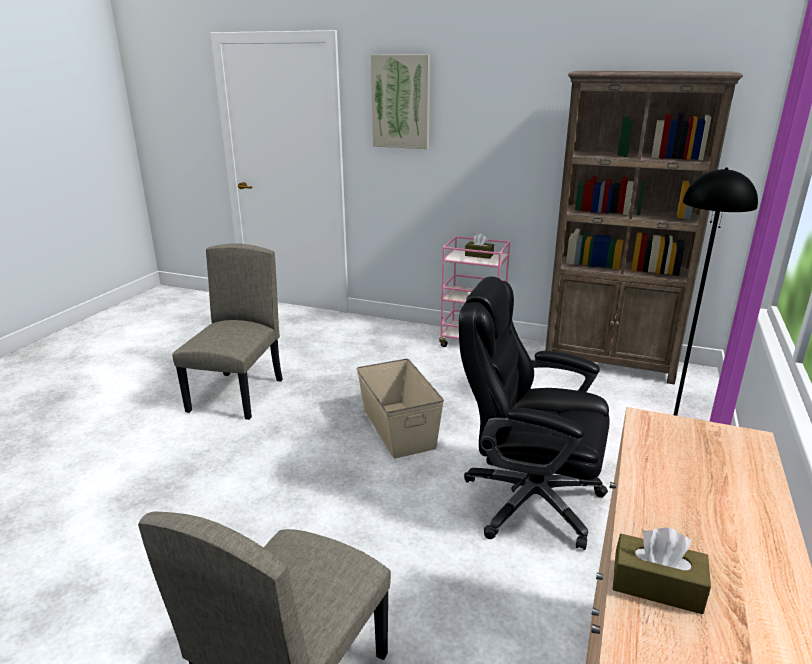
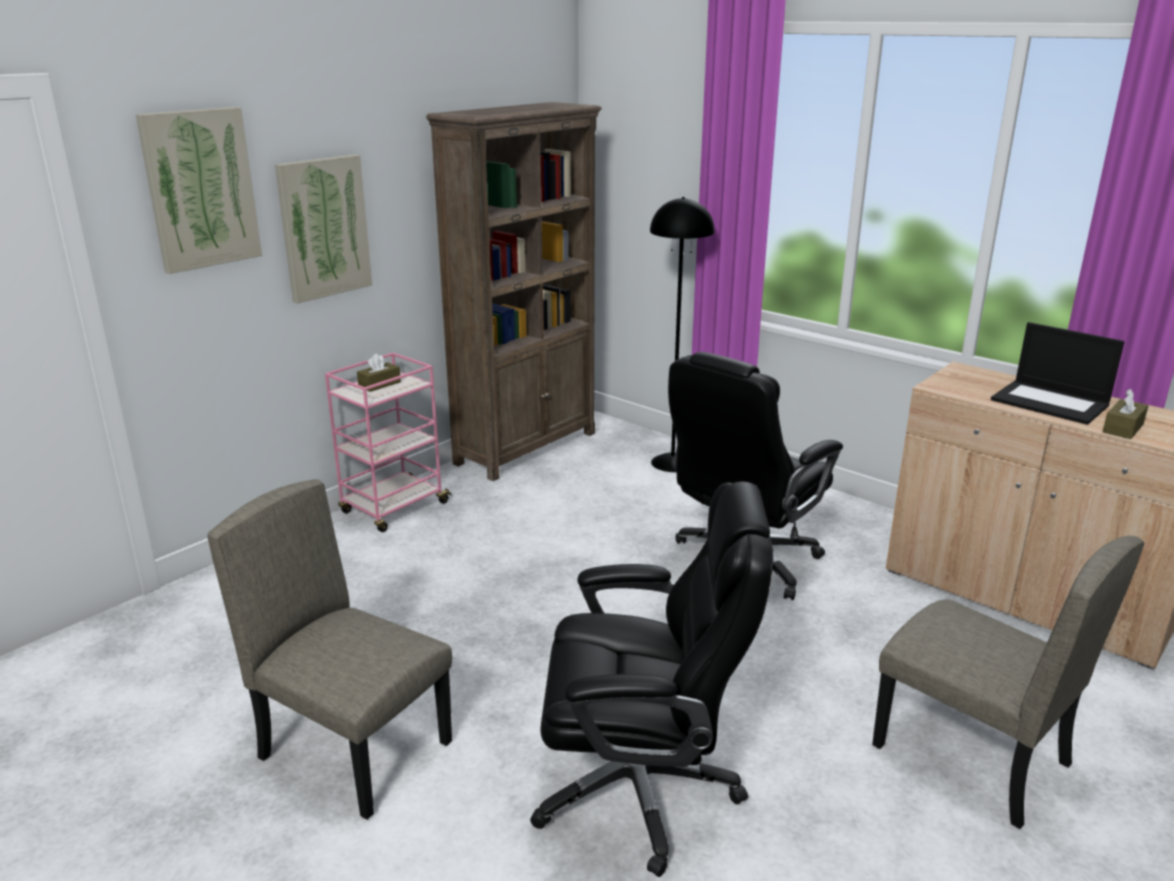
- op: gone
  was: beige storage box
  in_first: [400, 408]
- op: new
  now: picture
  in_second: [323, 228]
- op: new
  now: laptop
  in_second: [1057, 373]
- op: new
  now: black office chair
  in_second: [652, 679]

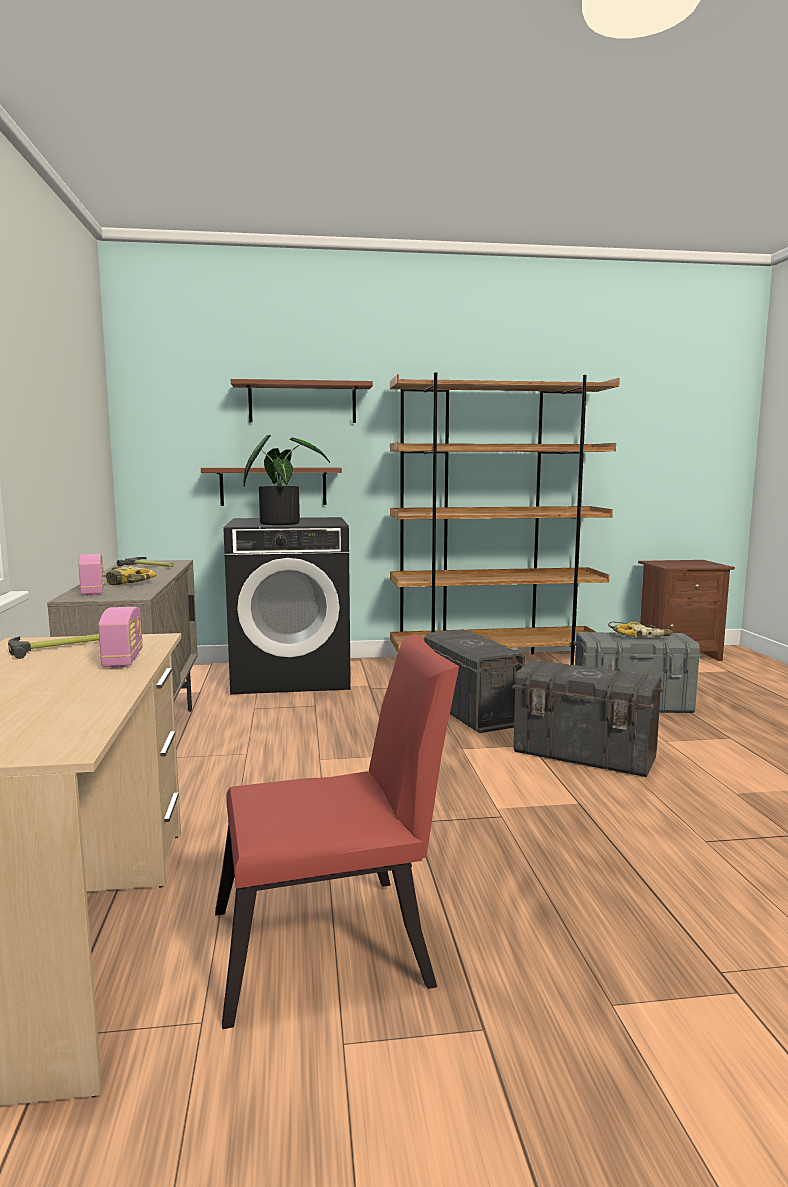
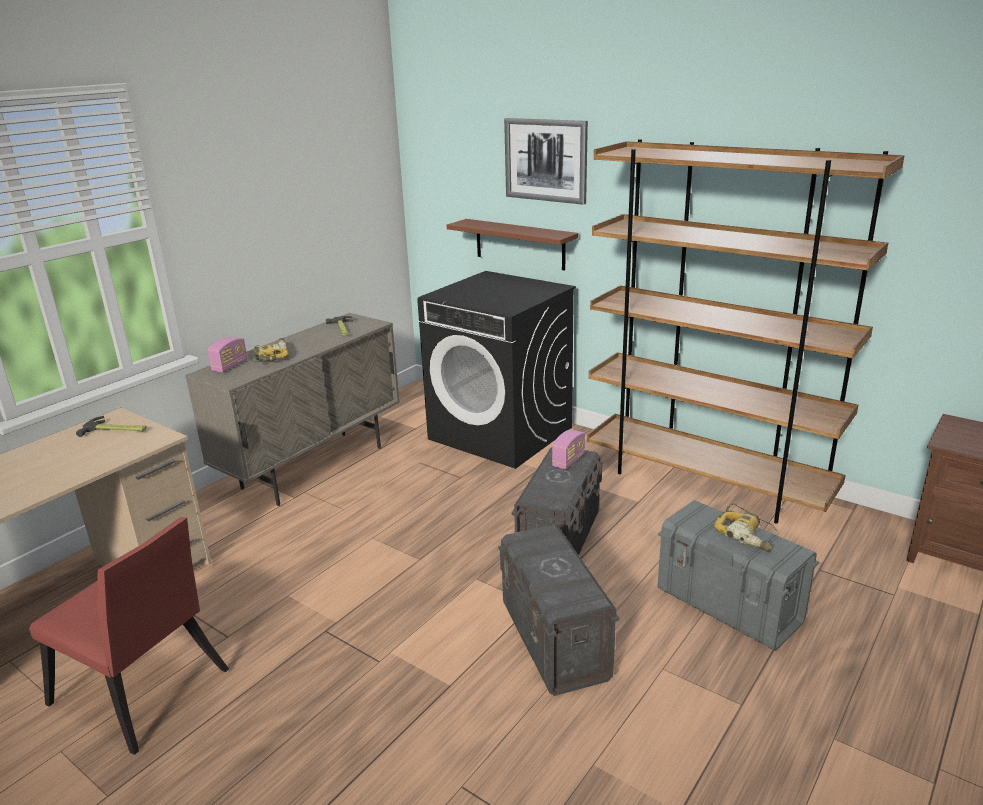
- op: swapped
  was: brown shelf
  now: picture
  in_first: [302, 401]
  in_second: [546, 161]
- op: gone
  was: potted plant
  in_first: [286, 480]
- op: shifted
  was: radio
  in_first: [120, 637]
  in_second: [568, 449]

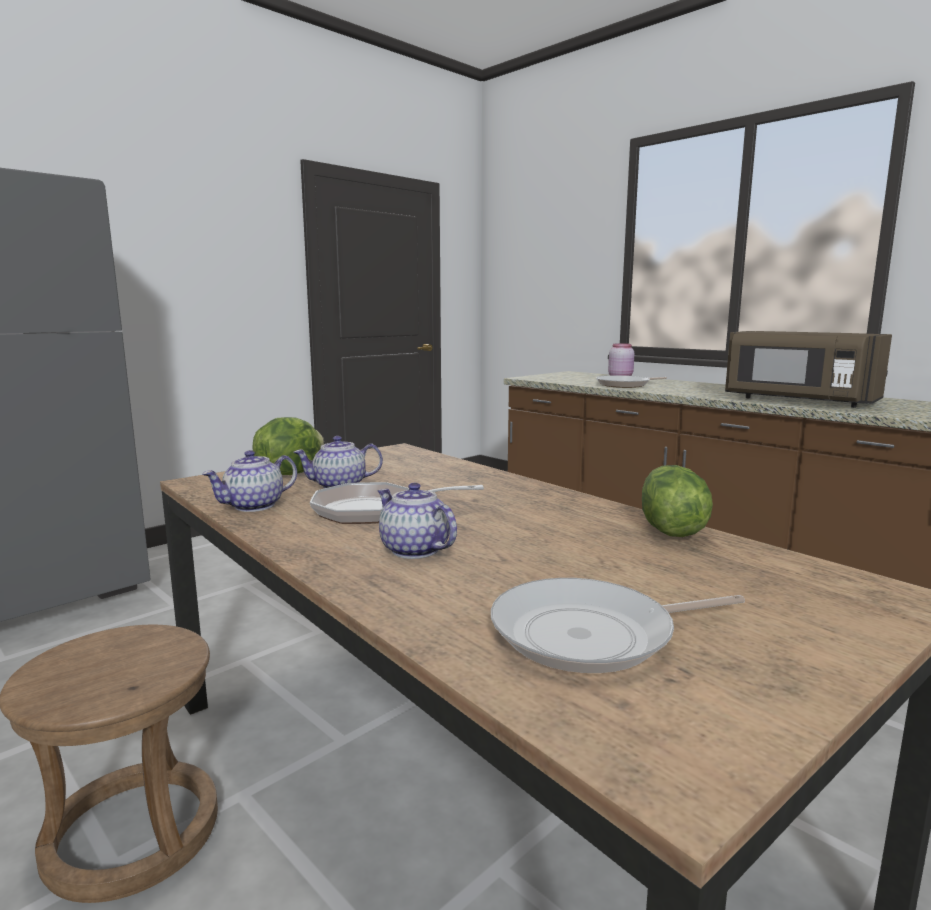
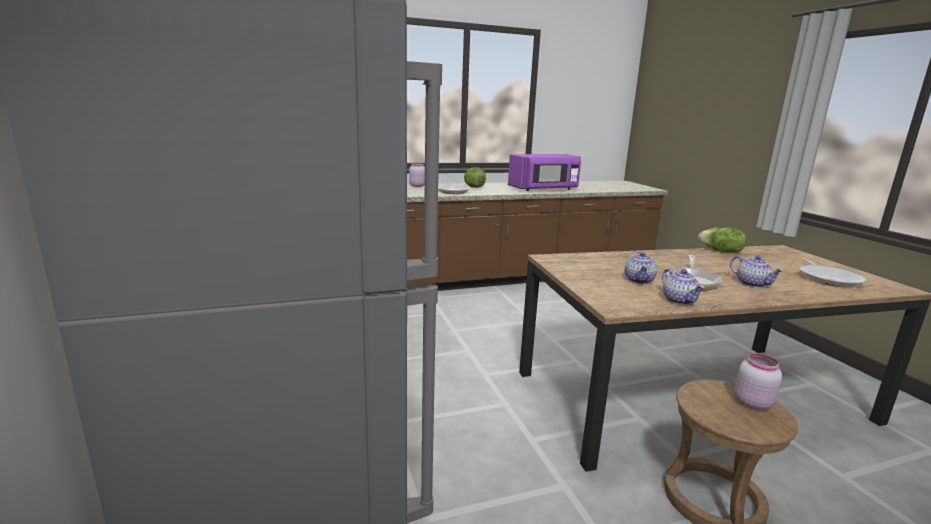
- op: repainted
  was: brown microwave
  now: purple microwave
  in_first: [808, 369]
  in_second: [544, 172]
- op: shifted
  was: lettuce
  in_first: [288, 446]
  in_second: [475, 177]
- op: rotated
  was: teapot
  in_first: [417, 521]
  in_second: [757, 271]
  clockwise: -105
- op: new
  now: pink jar
  in_second: [758, 381]

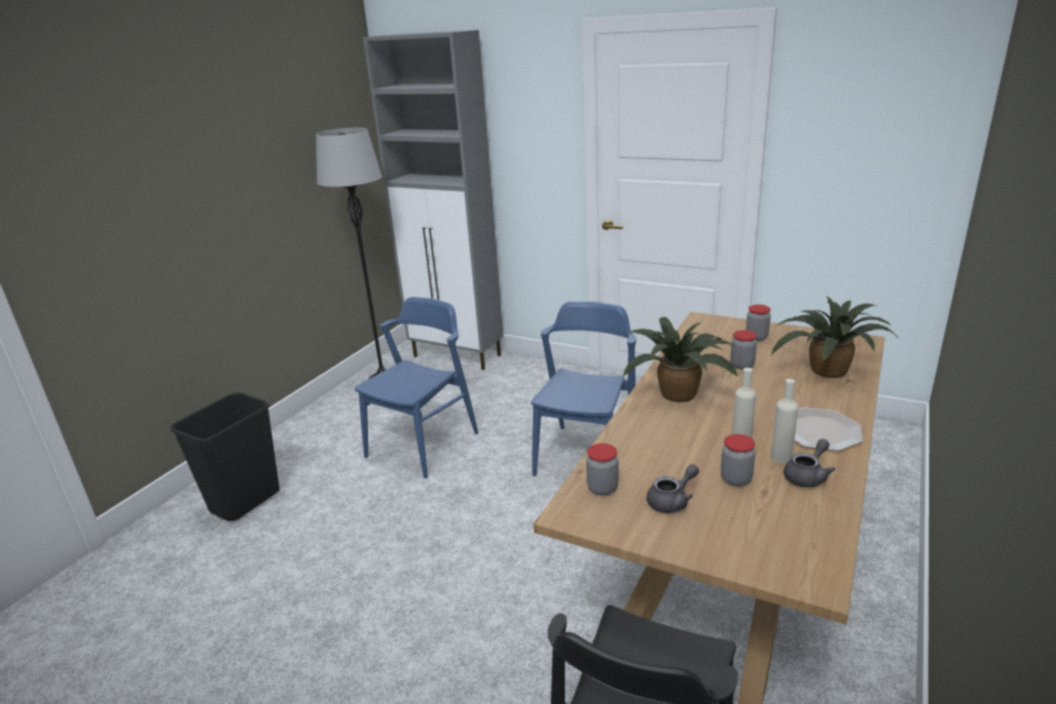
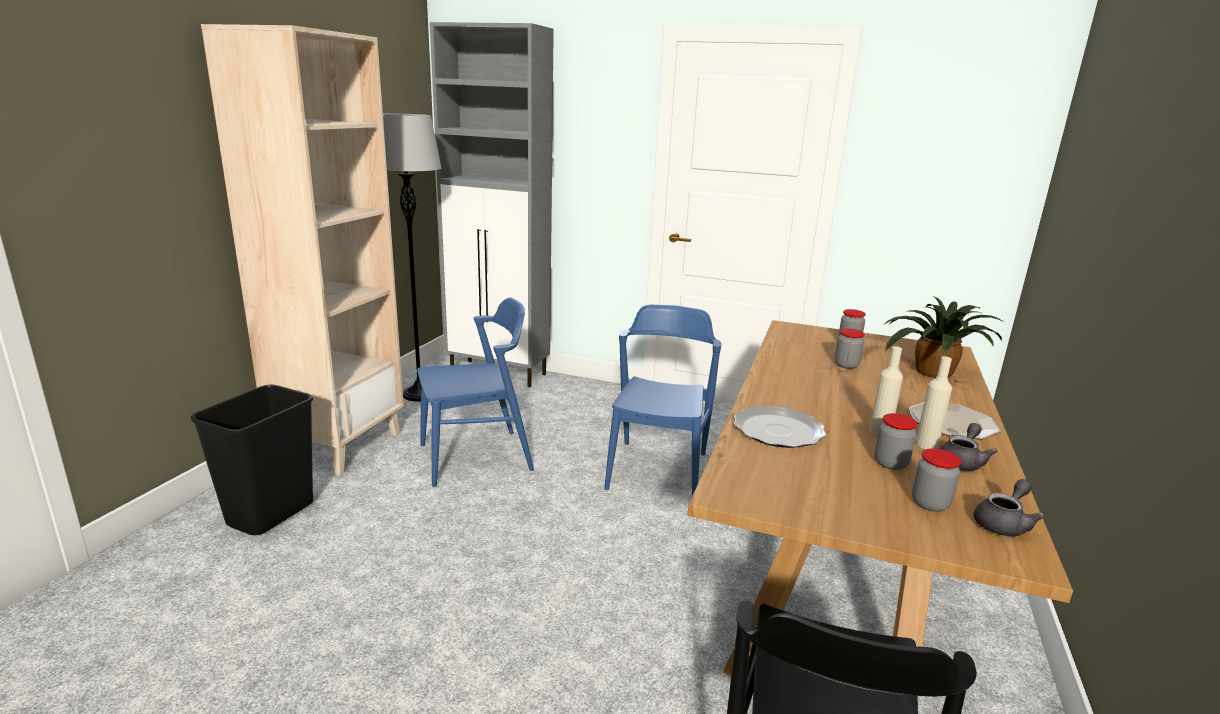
- op: rotated
  was: blue chair
  in_first: [416, 387]
  in_second: [475, 392]
  clockwise: 45
- op: gone
  was: potted plant
  in_first: [680, 359]
- op: shifted
  was: jar
  in_first: [602, 469]
  in_second: [936, 480]
- op: shifted
  was: grey teapot
  in_first: [673, 488]
  in_second: [1010, 508]
- op: new
  now: beige bookcase
  in_second: [302, 250]
- op: new
  now: plate
  in_second: [780, 426]

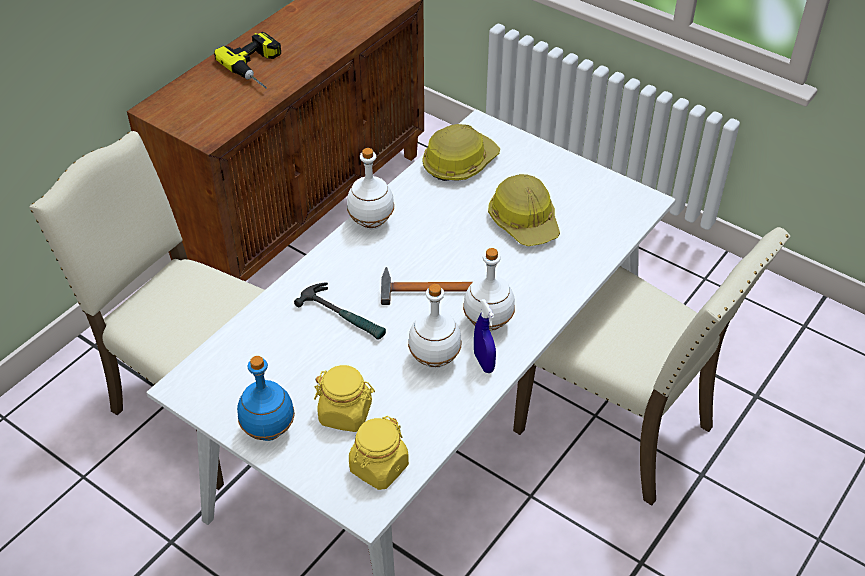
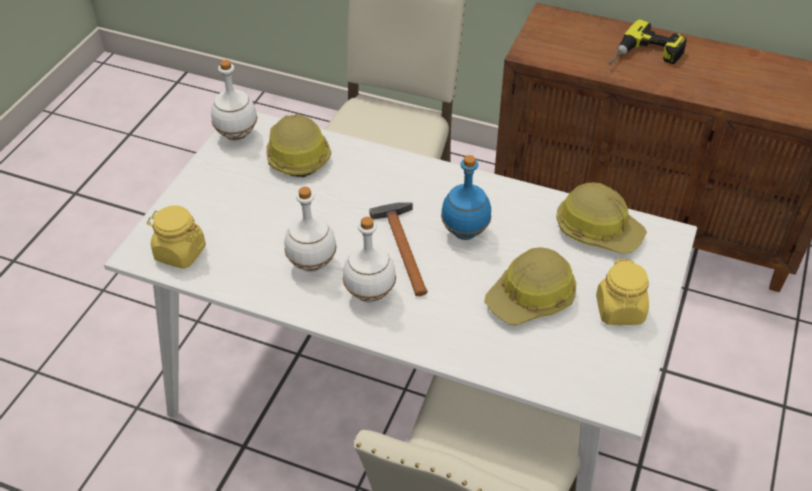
- op: shifted
  was: white bottle
  in_first: [370, 189]
  in_second: [234, 100]
- op: gone
  was: hammer
  in_first: [340, 311]
- op: gone
  was: blue spray bottle
  in_first: [485, 336]
- op: shifted
  was: blue bottle
  in_first: [266, 398]
  in_second: [466, 197]
- op: shifted
  was: yellow jar
  in_first: [344, 398]
  in_second: [622, 292]
- op: new
  now: hard hat
  in_second: [298, 145]

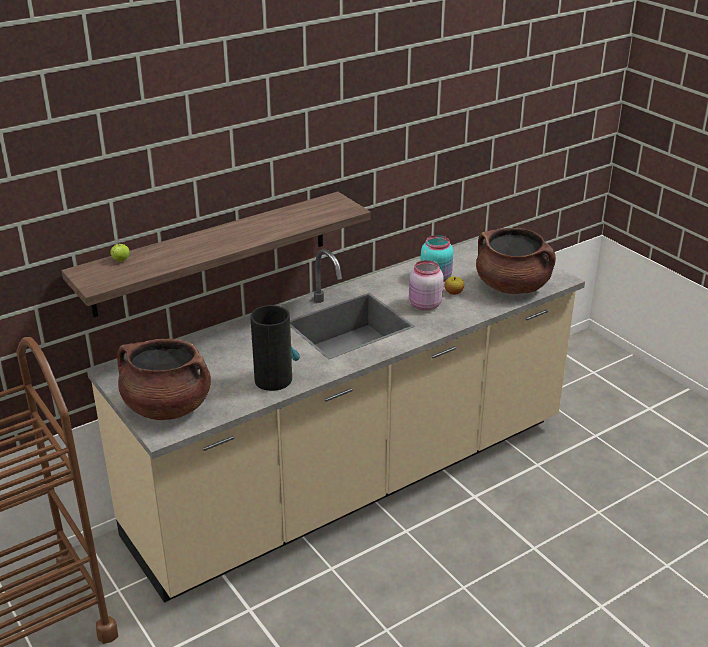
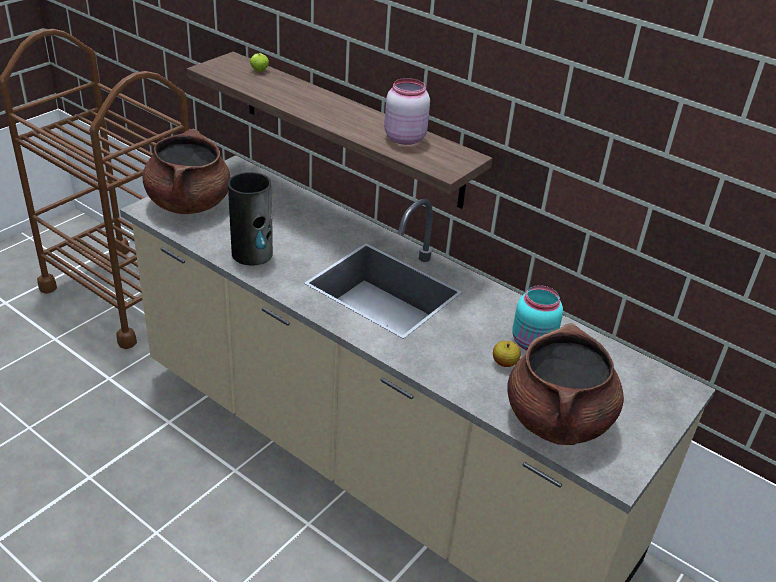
- op: shifted
  was: pink jar
  in_first: [426, 285]
  in_second: [407, 111]

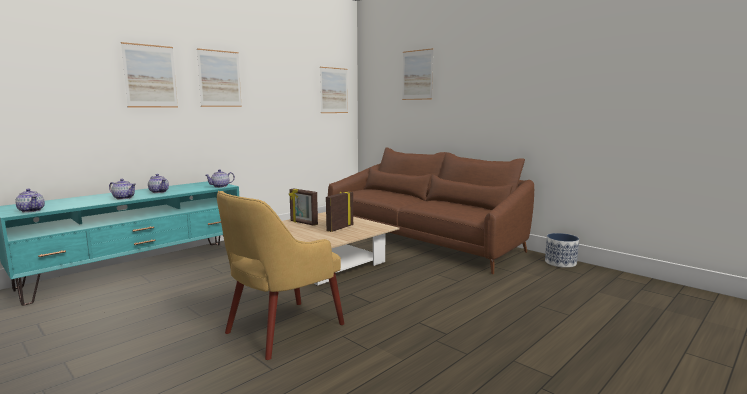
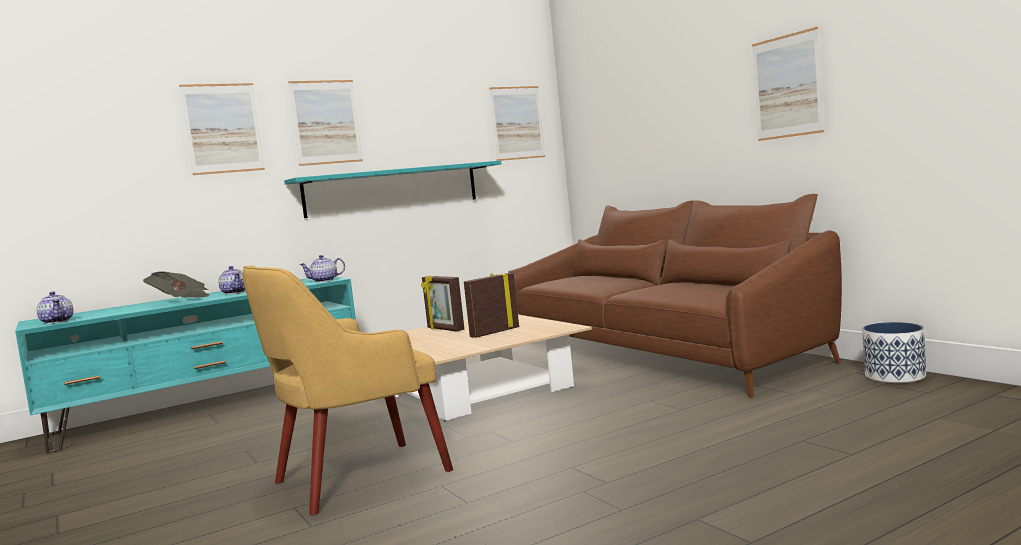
- op: shifted
  was: picture
  in_first: [418, 74]
  in_second: [788, 84]
- op: swapped
  was: teapot
  now: newspaper
  in_first: [122, 189]
  in_second: [176, 284]
- op: new
  now: turquoise shelf
  in_second: [392, 189]

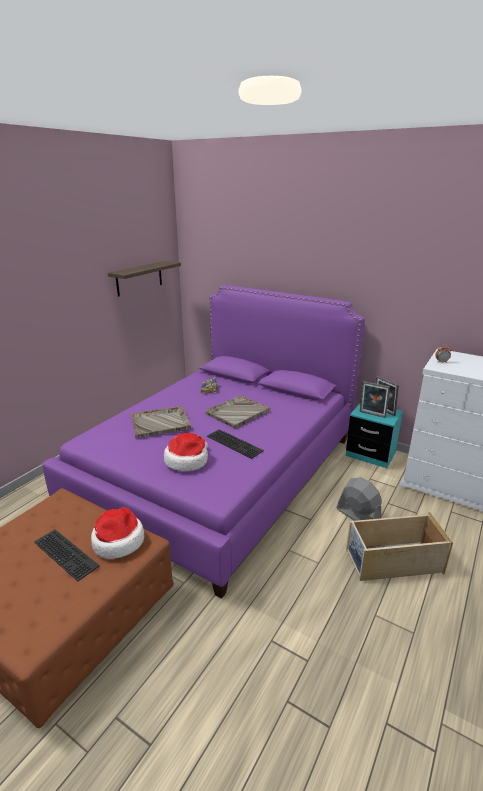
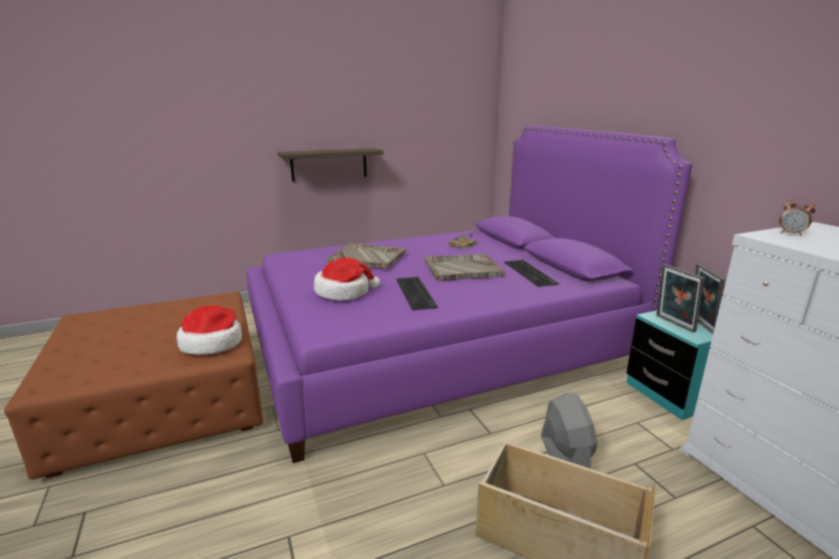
- op: shifted
  was: shelf
  in_first: [144, 279]
  in_second: [330, 164]
- op: shifted
  was: keyboard
  in_first: [67, 555]
  in_second: [531, 273]

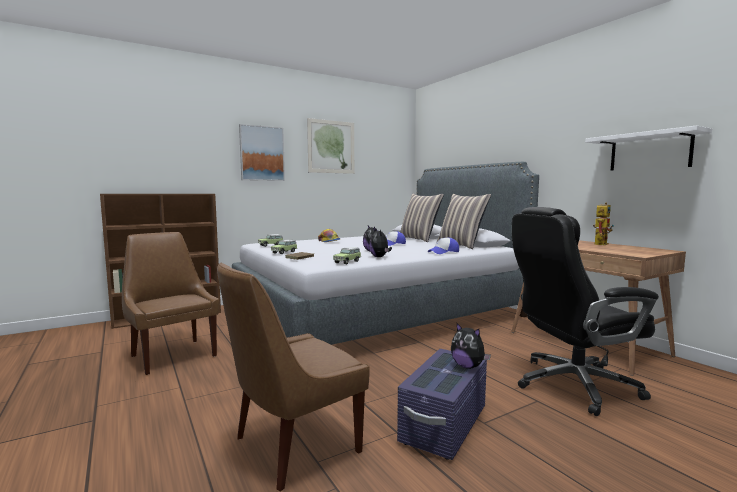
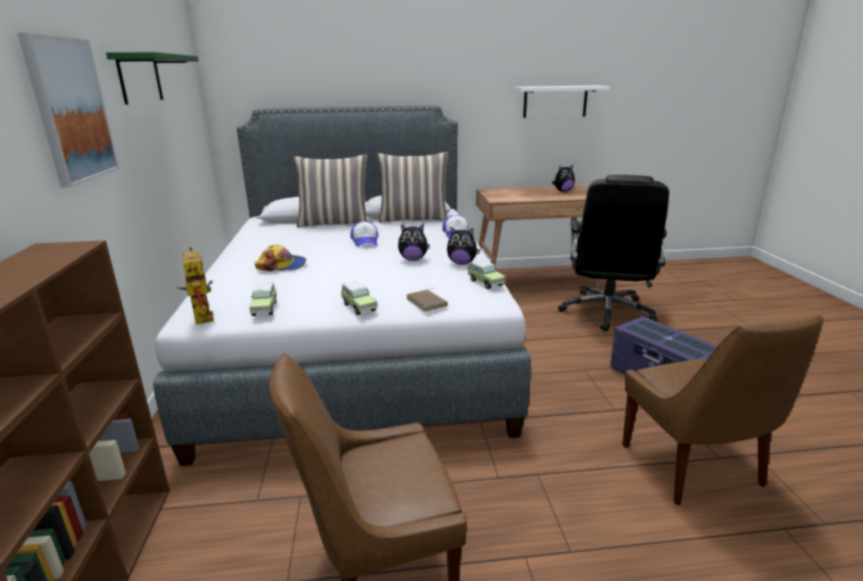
- op: swapped
  was: picture
  now: green shelf
  in_first: [330, 146]
  in_second: [152, 78]
- op: shifted
  was: toy robot
  in_first: [603, 224]
  in_second: [196, 286]
- op: shifted
  was: plush toy
  in_first: [471, 346]
  in_second: [563, 178]

